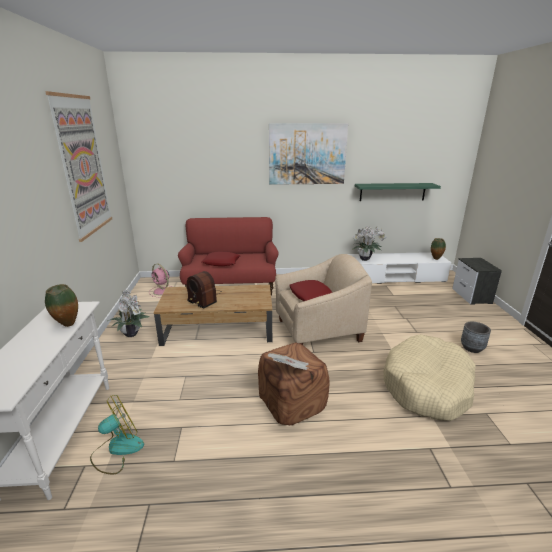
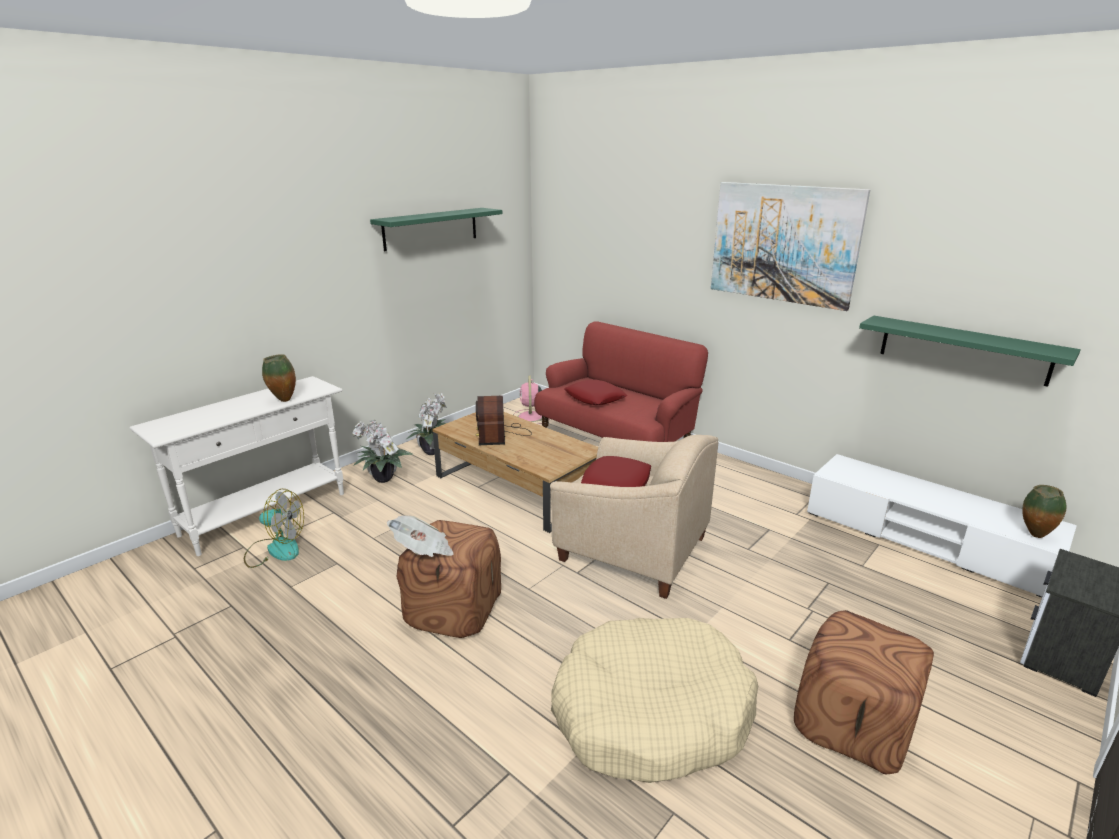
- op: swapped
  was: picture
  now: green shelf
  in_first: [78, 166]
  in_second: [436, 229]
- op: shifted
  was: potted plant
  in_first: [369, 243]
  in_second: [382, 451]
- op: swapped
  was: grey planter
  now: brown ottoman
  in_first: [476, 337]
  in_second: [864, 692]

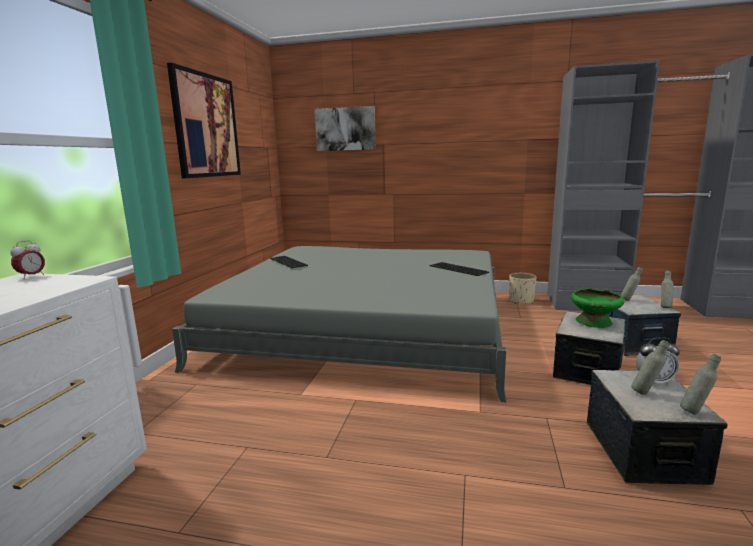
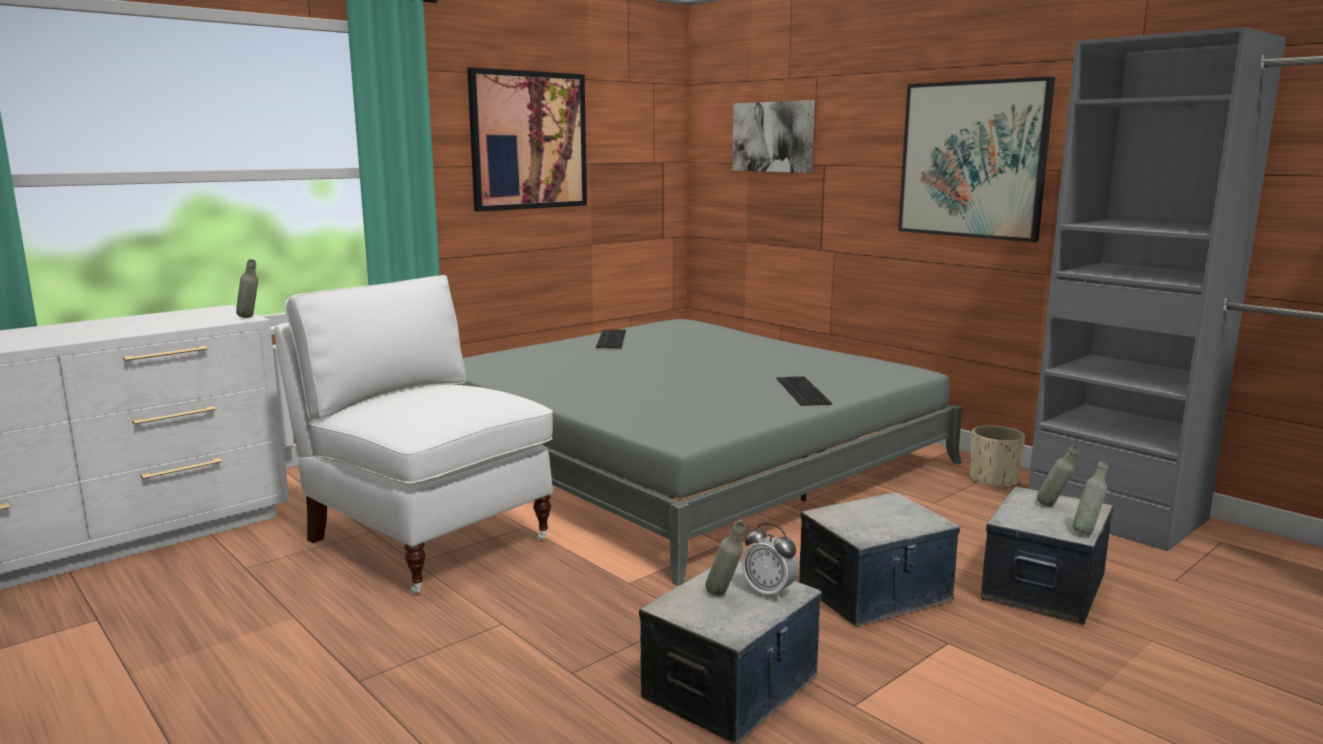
- op: gone
  was: alarm clock
  in_first: [27, 259]
- op: gone
  was: green bowl
  in_first: [598, 308]
- op: shifted
  was: grey bottle
  in_first: [700, 384]
  in_second: [247, 288]
- op: new
  now: picture
  in_second: [976, 159]
- op: new
  now: white chair
  in_second: [414, 434]

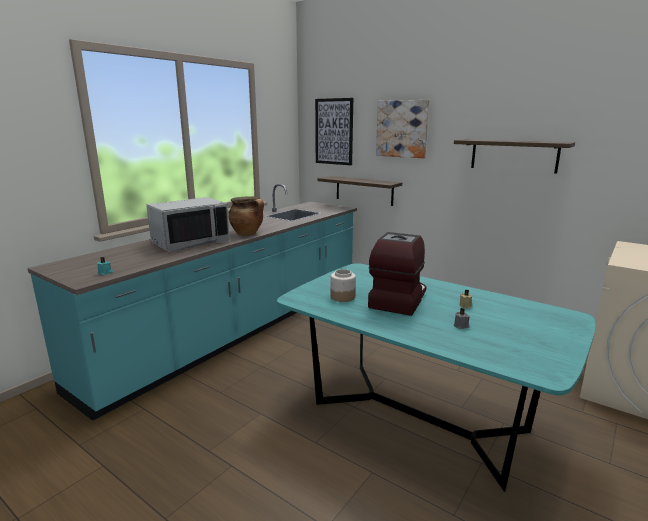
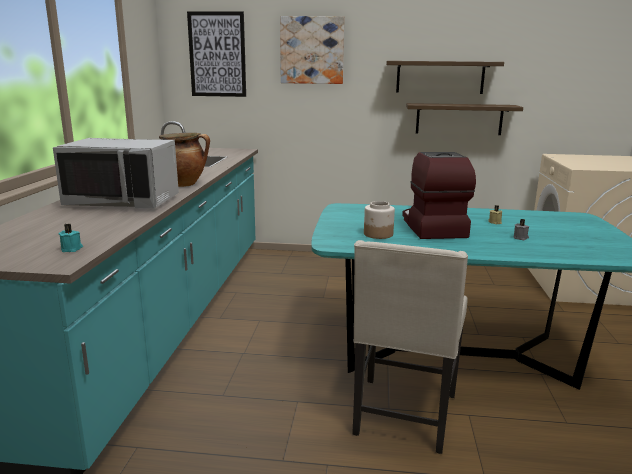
- op: shifted
  was: shelf
  in_first: [359, 191]
  in_second: [464, 119]
- op: rotated
  was: grey microwave
  in_first: [188, 224]
  in_second: [116, 173]
  clockwise: 75
- op: new
  now: beige chair
  in_second: [410, 347]

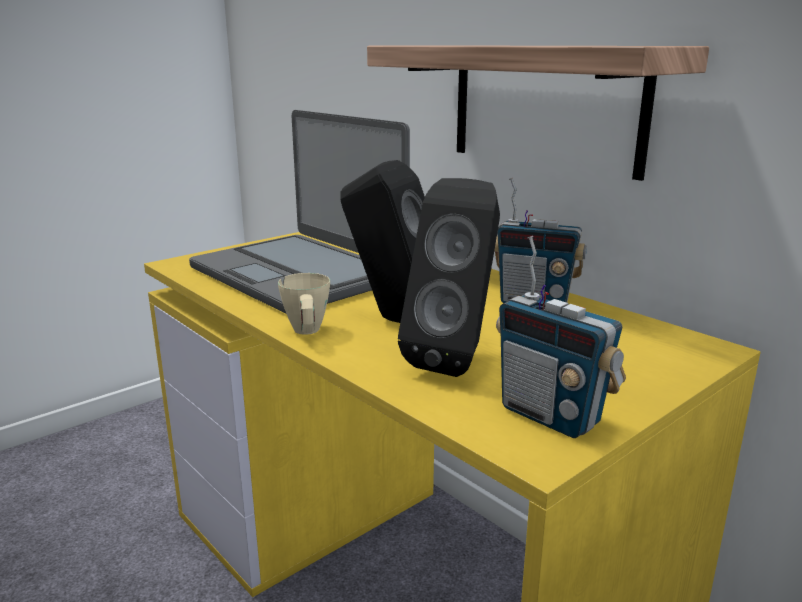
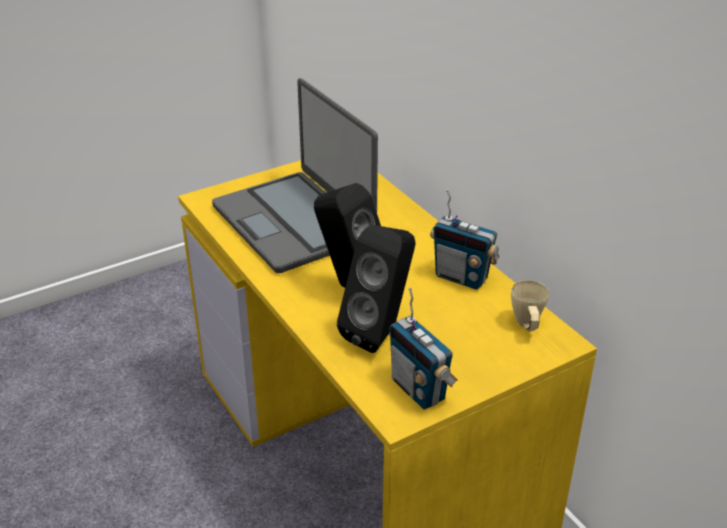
- op: gone
  was: shelf
  in_first: [538, 113]
- op: shifted
  was: beige mug
  in_first: [304, 304]
  in_second: [530, 305]

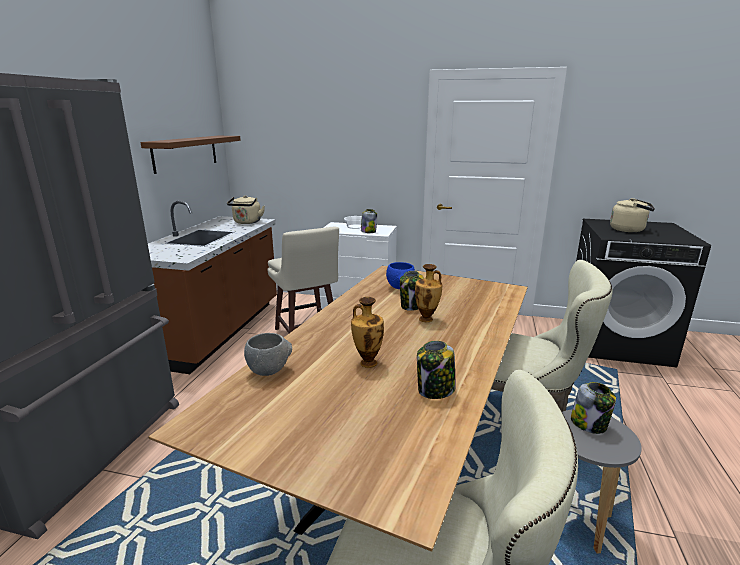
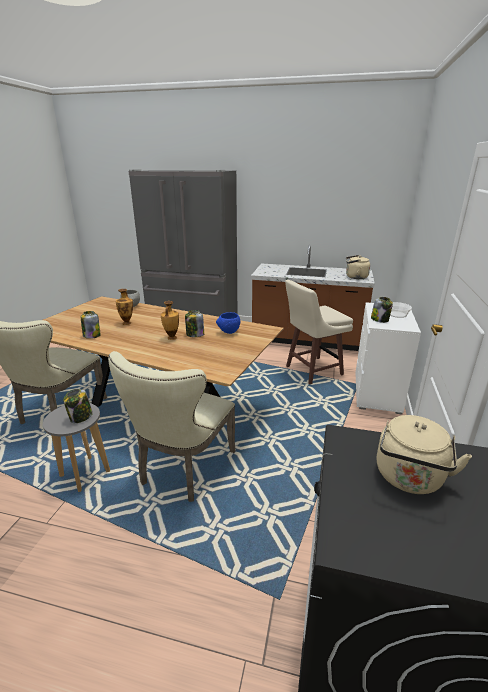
- op: gone
  was: brown shelf
  in_first: [190, 155]

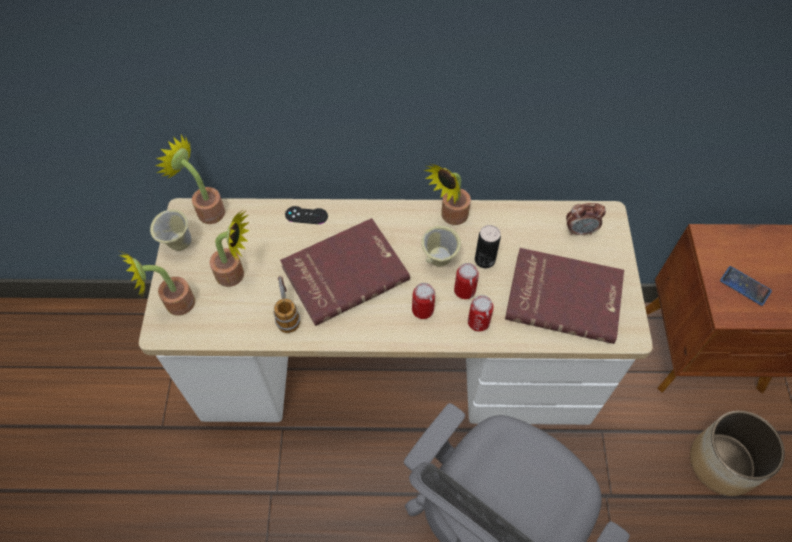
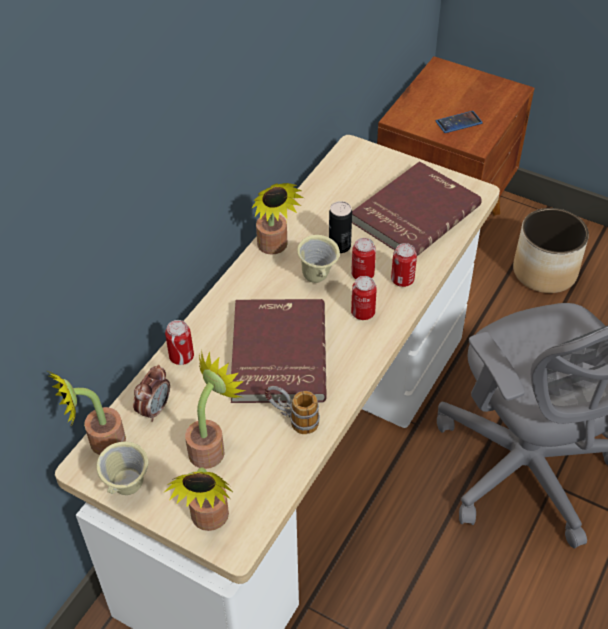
- op: shifted
  was: alarm clock
  in_first: [586, 219]
  in_second: [151, 393]
- op: swapped
  was: black game controller
  now: can
  in_first: [306, 215]
  in_second: [179, 342]

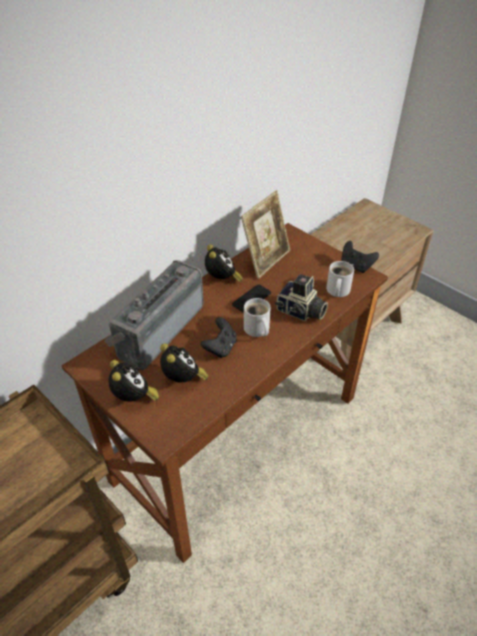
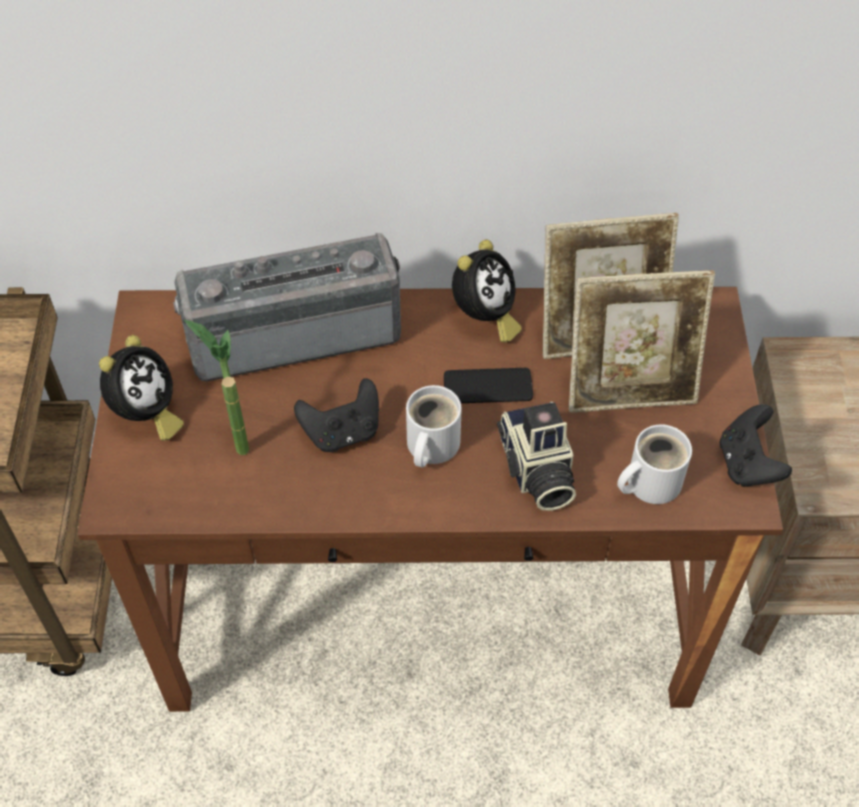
- op: swapped
  was: alarm clock
  now: potted plant
  in_first: [184, 363]
  in_second: [216, 387]
- op: new
  now: picture frame
  in_second: [642, 341]

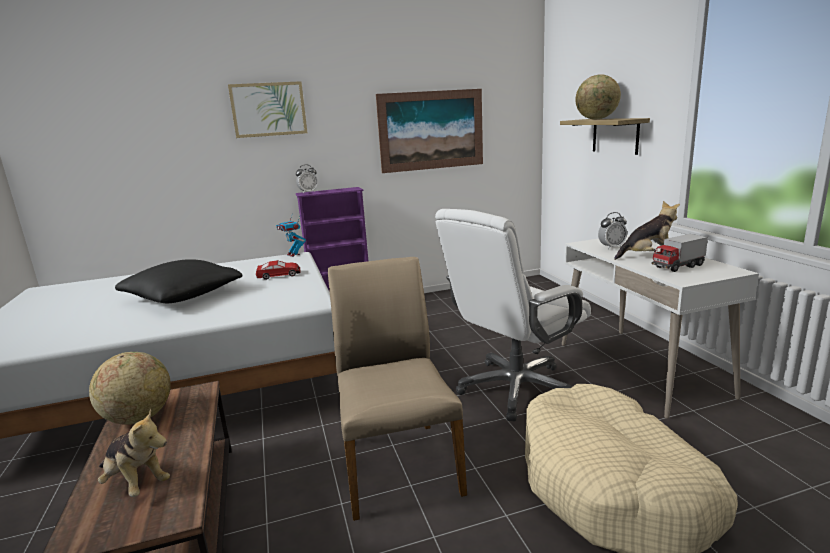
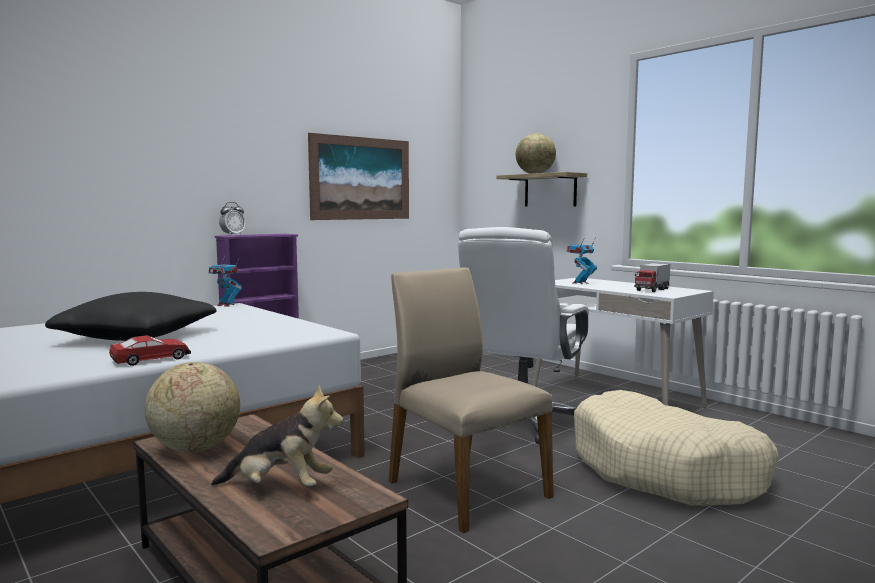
- op: gone
  was: picture
  in_first: [267, 109]
- op: gone
  was: plush toy
  in_first: [647, 230]
- op: swapped
  was: alarm clock
  now: toy robot
  in_first: [612, 230]
  in_second: [582, 261]
- op: shifted
  was: toy car
  in_first: [278, 270]
  in_second: [150, 350]

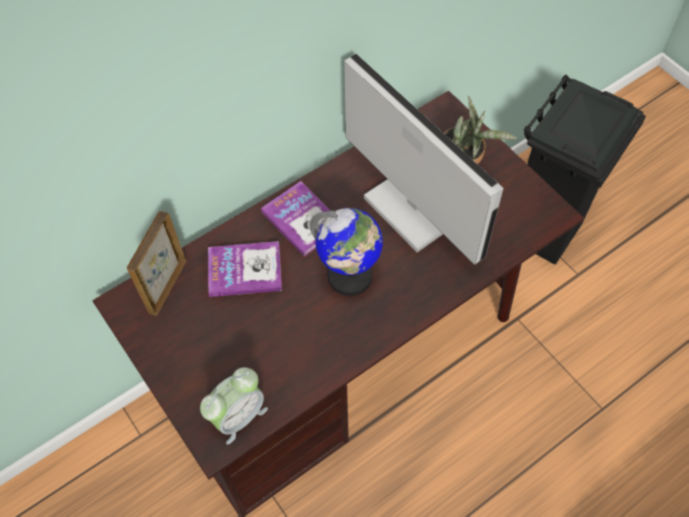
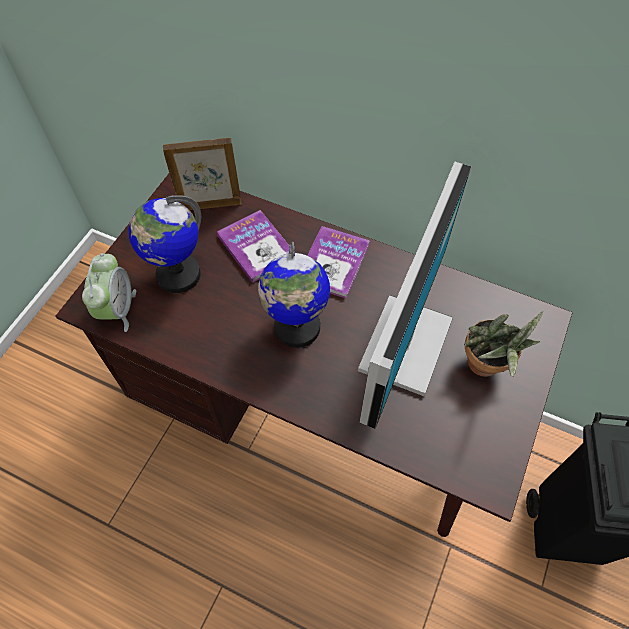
- op: rotated
  was: alarm clock
  in_first: [234, 406]
  in_second: [109, 292]
  clockwise: -105
- op: new
  now: globe
  in_second: [165, 244]

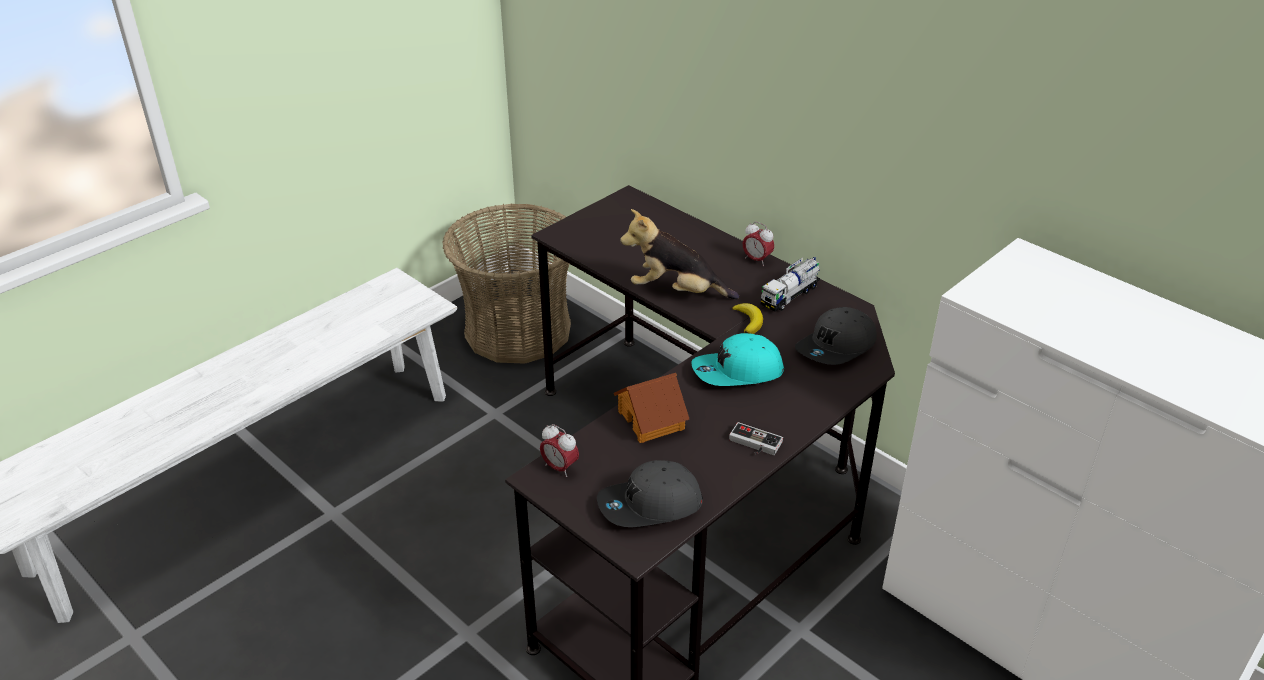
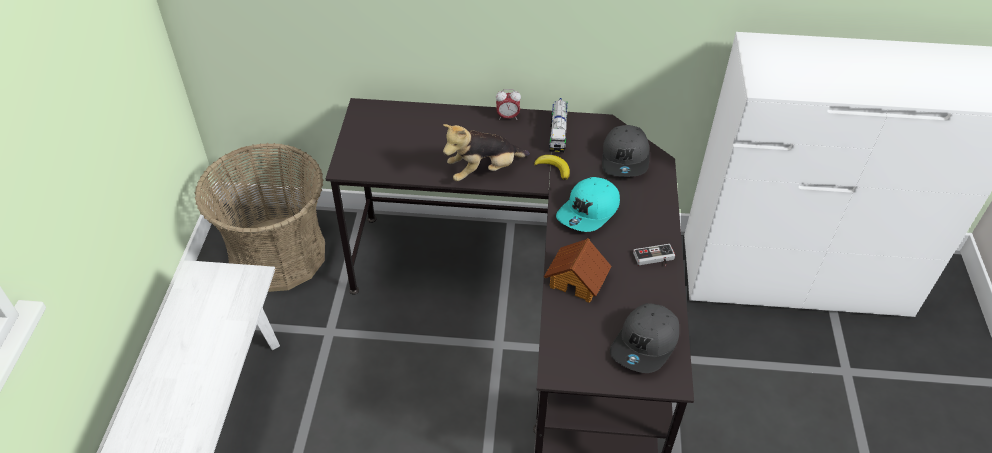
- op: gone
  was: alarm clock
  in_first: [559, 450]

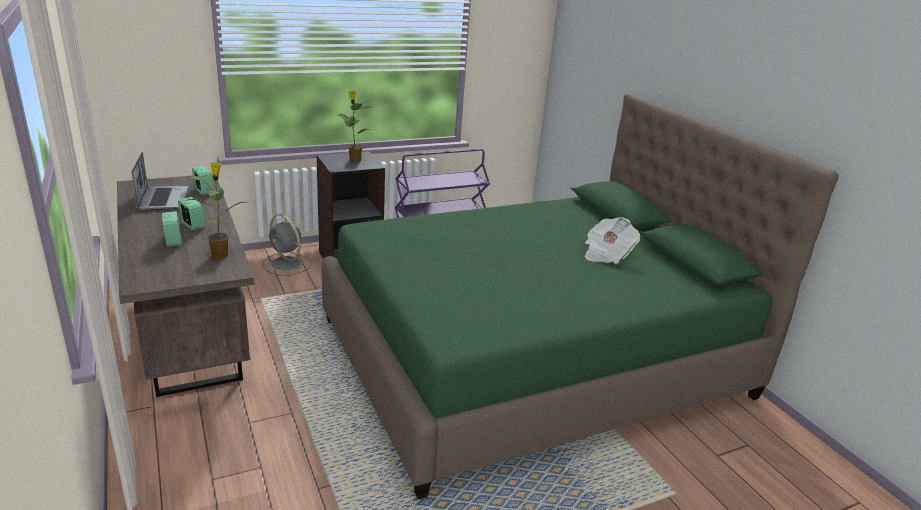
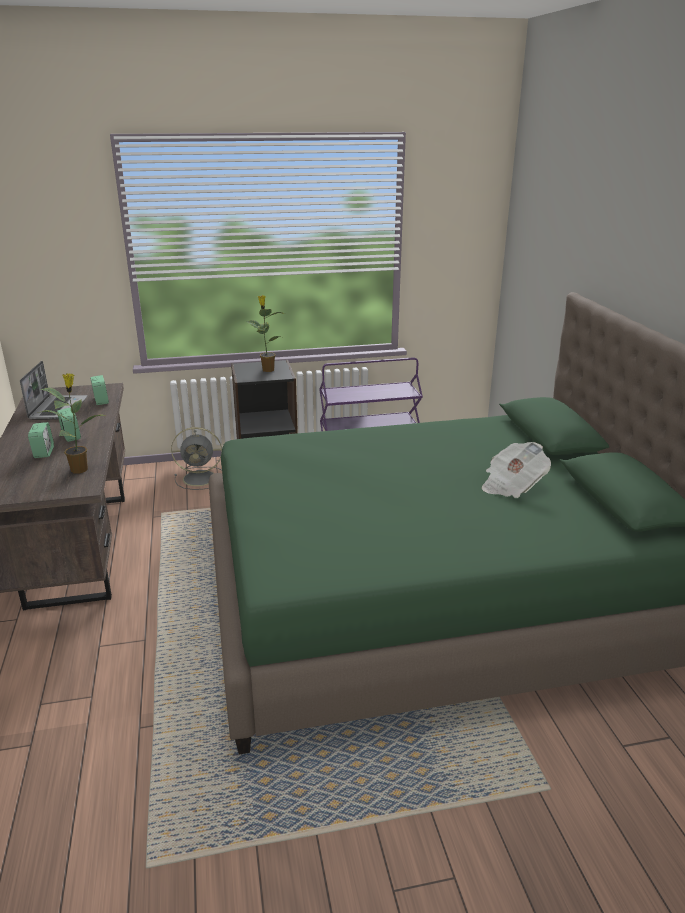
- op: rotated
  was: grey fan
  in_first: [287, 245]
  in_second: [196, 458]
  clockwise: -60

